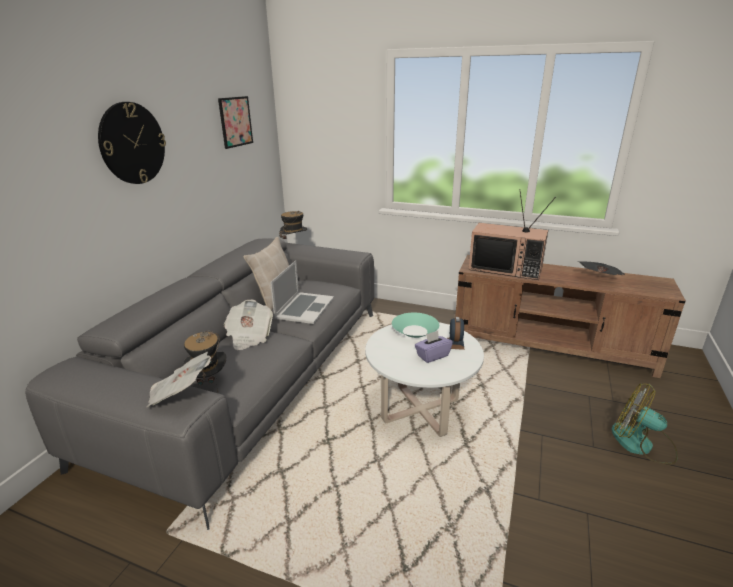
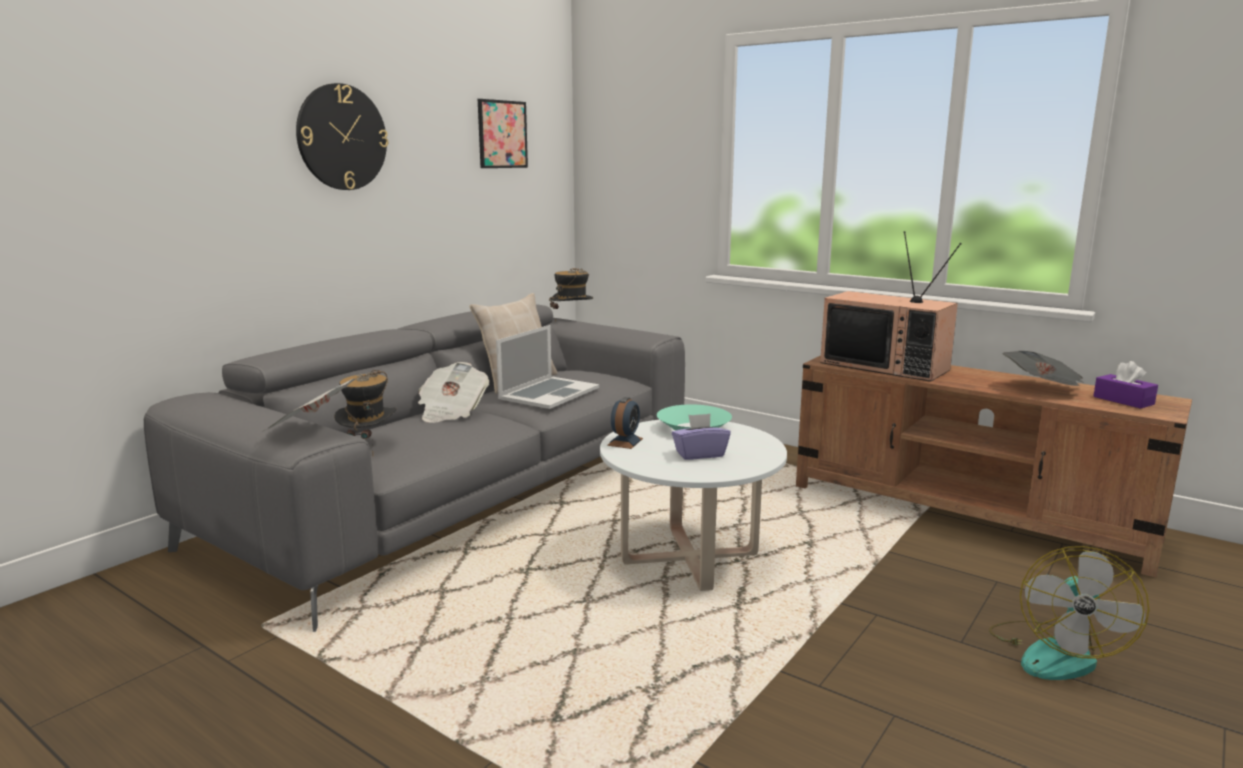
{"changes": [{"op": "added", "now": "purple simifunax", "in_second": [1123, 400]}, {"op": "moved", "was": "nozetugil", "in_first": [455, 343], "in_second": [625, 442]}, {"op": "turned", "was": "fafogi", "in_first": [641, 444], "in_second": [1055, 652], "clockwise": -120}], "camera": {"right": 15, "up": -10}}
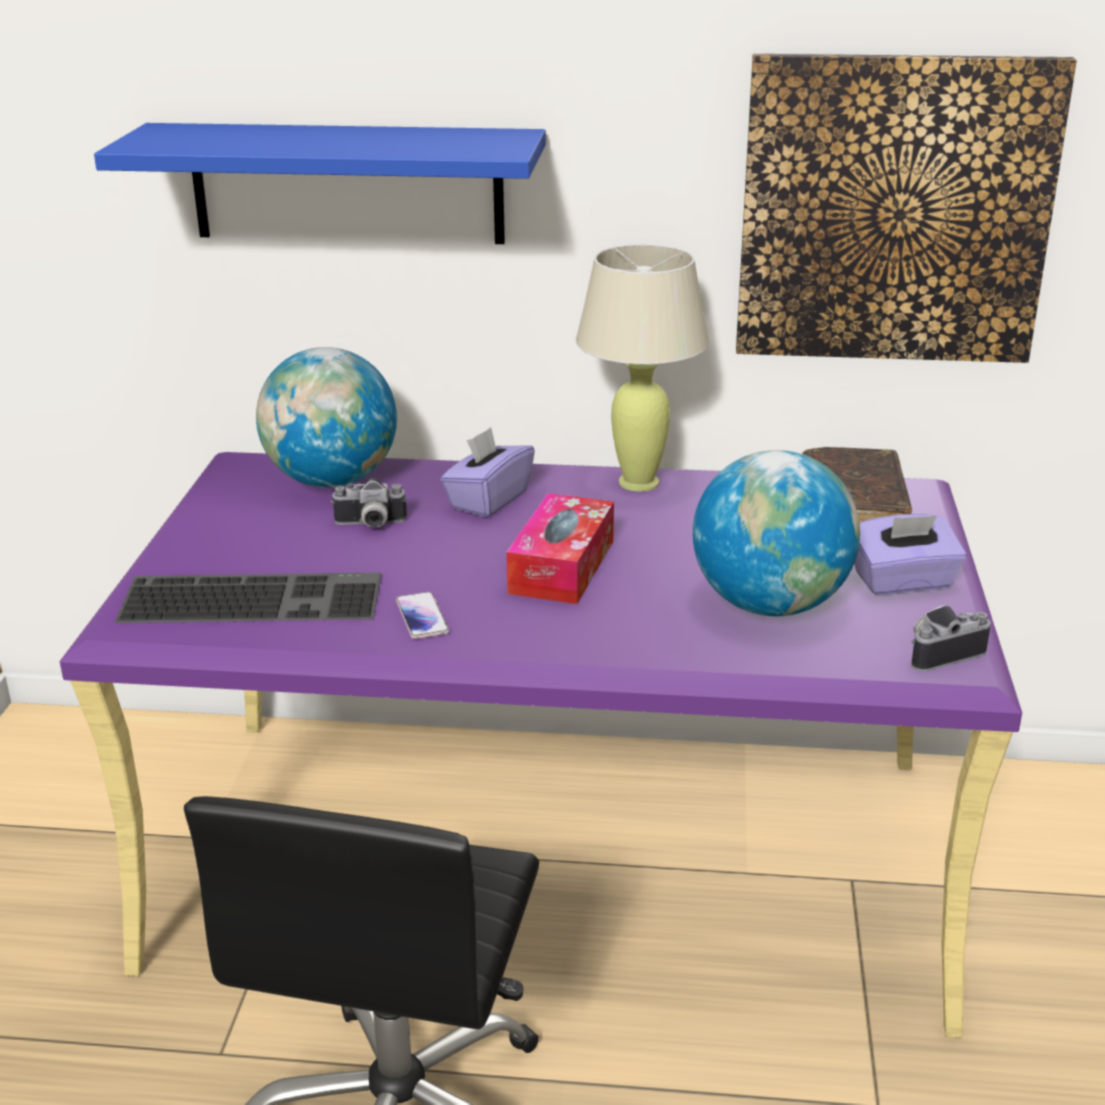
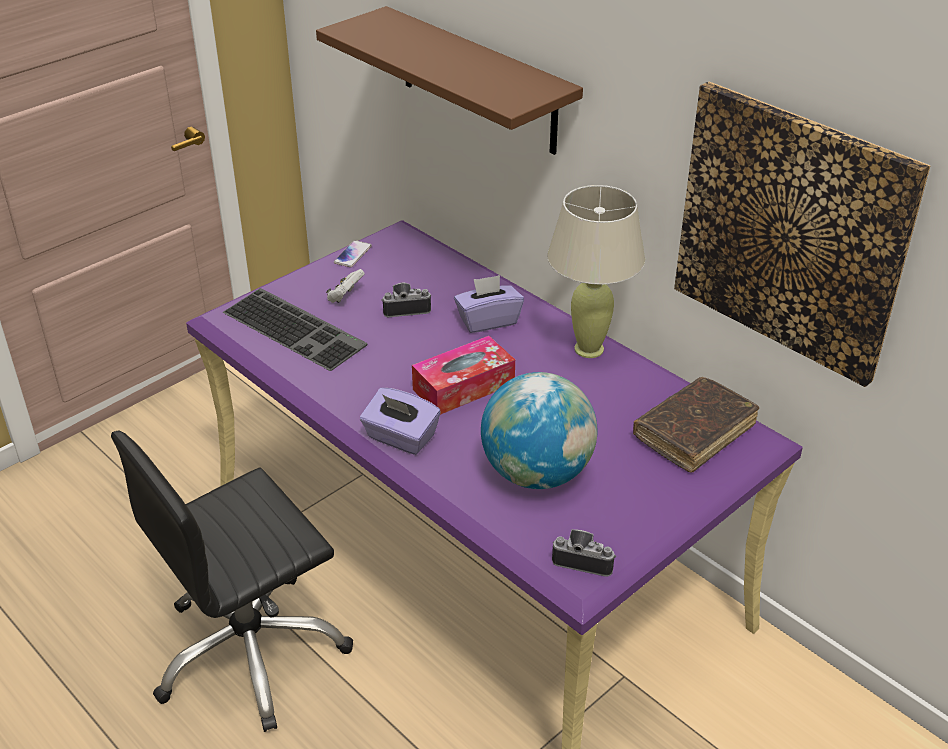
{"changes": [{"op": "removed", "was": "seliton", "in_first": [332, 481]}, {"op": "added", "now": "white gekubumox", "in_second": [345, 297]}, {"op": "moved", "was": "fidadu", "in_first": [422, 617], "in_second": [353, 255]}, {"op": "moved", "was": "purple simifunax", "in_first": [903, 582], "in_second": [400, 438]}, {"op": "recoloured", "was": "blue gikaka", "now": "brown gikaka", "in_first": [347, 183], "in_second": [478, 81]}, {"op": "turned", "was": "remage", "in_first": [370, 525], "in_second": [406, 308], "clockwise": 135}], "camera": {"right": 40, "up": 10}}
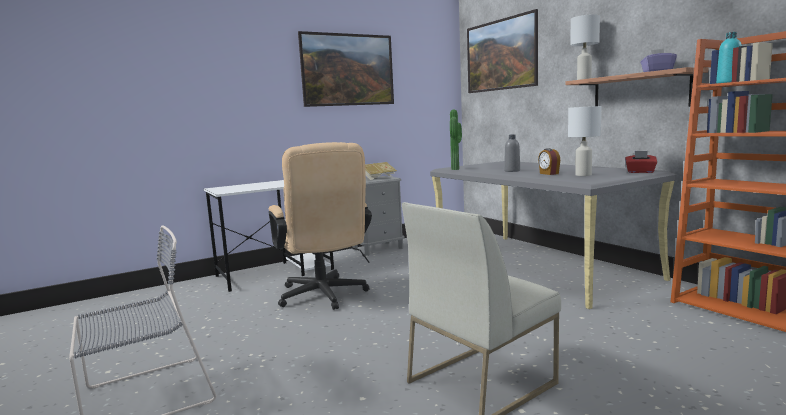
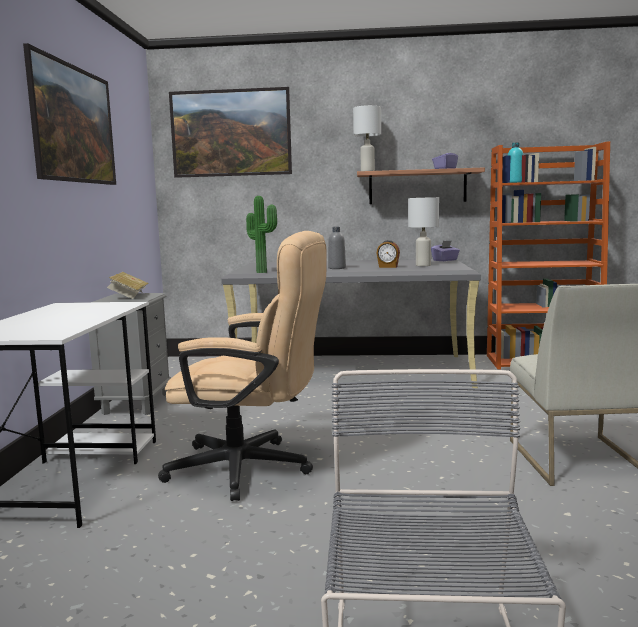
{"changes": [{"op": "recoloured", "was": "red simifunax", "now": "purple simifunax", "in_first": [640, 172], "in_second": [445, 260]}], "camera": {"right": -55, "up": 0}}
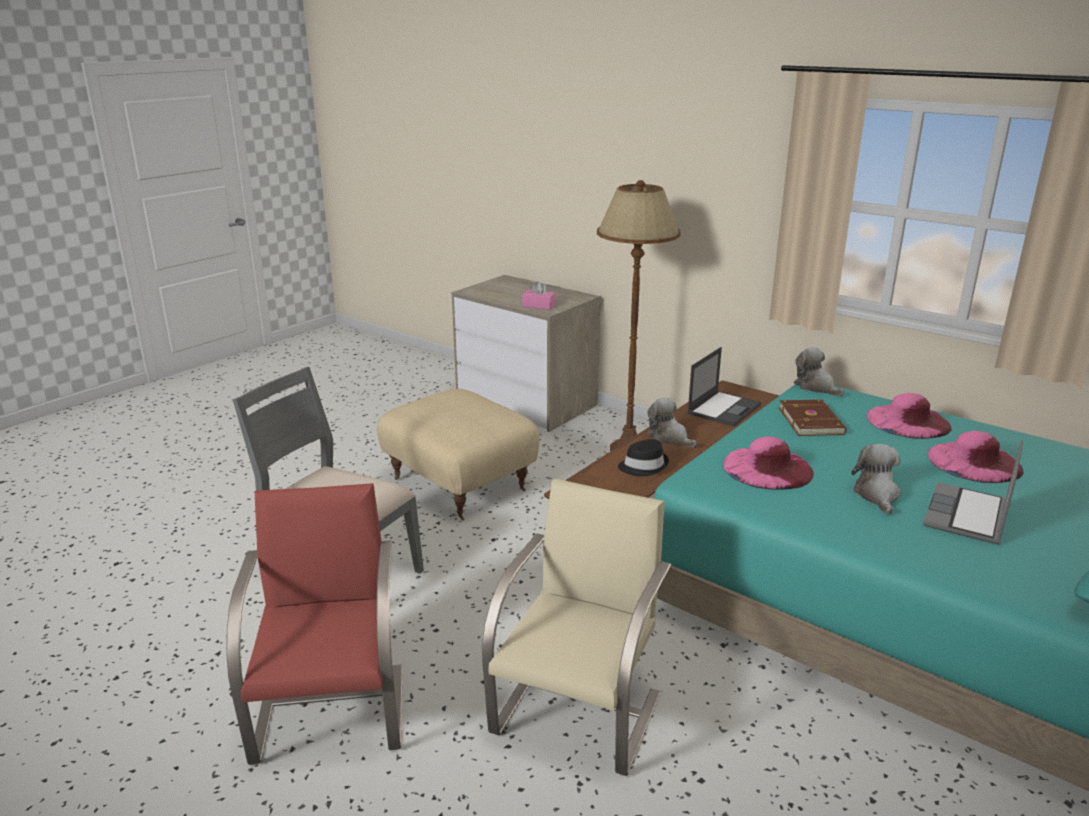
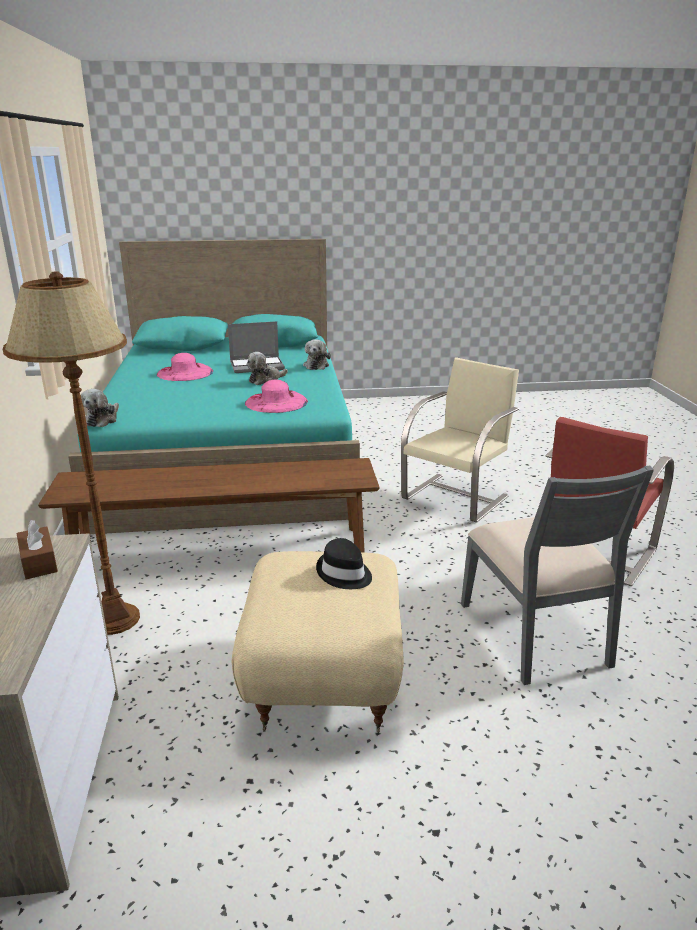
{"changes": [{"op": "removed", "was": "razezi", "in_first": [724, 408]}, {"op": "removed", "was": "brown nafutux", "in_first": [811, 421]}, {"op": "removed", "was": "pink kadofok", "in_first": [908, 421]}, {"op": "moved", "was": "black kadofok", "in_first": [643, 466], "in_second": [344, 574]}, {"op": "moved", "was": "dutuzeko", "in_first": [669, 438], "in_second": [316, 365]}, {"op": "recoloured", "was": "pink simifunax", "now": "brown simifunax", "in_first": [538, 305], "in_second": [39, 562]}, {"op": "turned", "was": "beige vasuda", "in_first": [579, 711], "in_second": [456, 497], "clockwise": 150}], "camera": {"right": -135, "up": 0}}
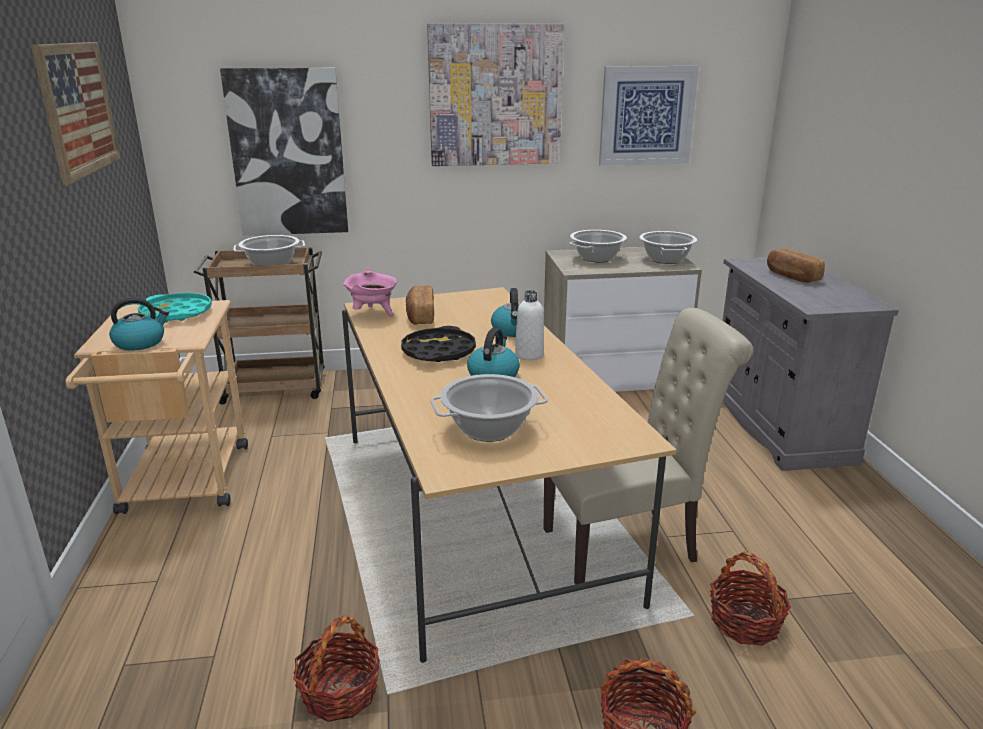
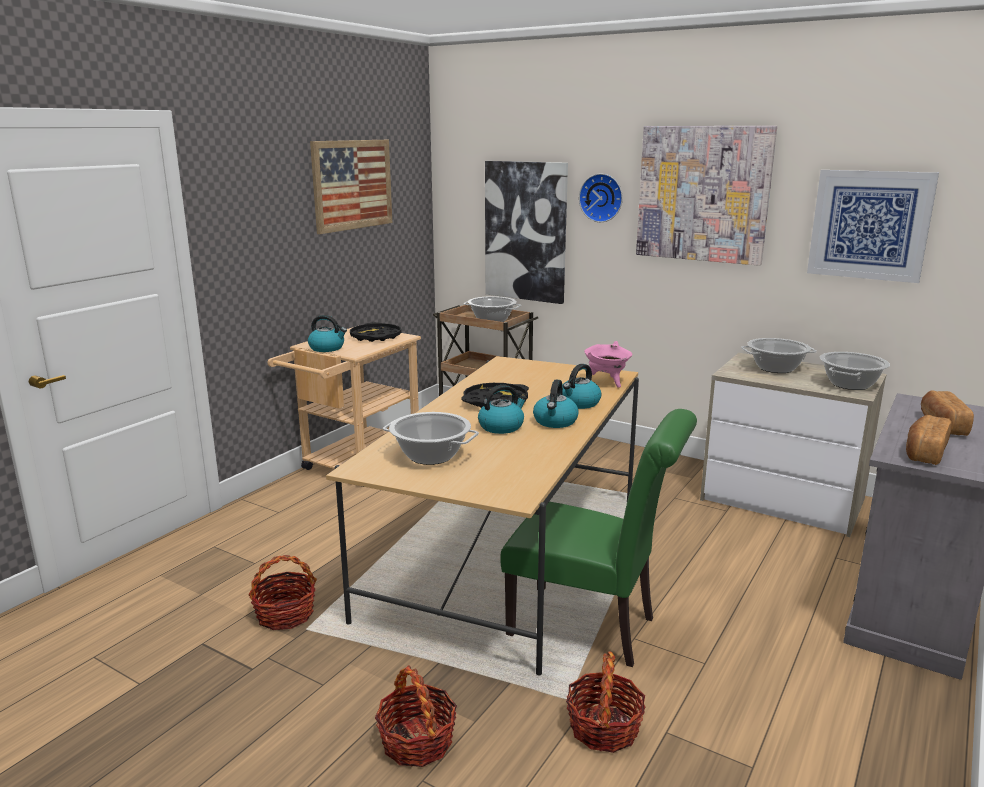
{"changes": [{"op": "added", "now": "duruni", "in_second": [602, 197]}, {"op": "moved", "was": "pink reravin", "in_first": [373, 314], "in_second": [607, 382]}, {"op": "moved", "was": "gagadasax", "in_first": [420, 316], "in_second": [924, 452]}, {"op": "replaced", "was": "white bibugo", "now": "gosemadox", "in_first": [529, 355], "in_second": [555, 422]}, {"op": "recoloured", "was": "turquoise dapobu", "now": "black dapobu", "in_first": [176, 313], "in_second": [375, 337]}, {"op": "recoloured", "was": "beige vasuda", "now": "green vasuda", "in_first": [628, 544], "in_second": [591, 628]}], "camera": {"right": 40, "up": -5}}
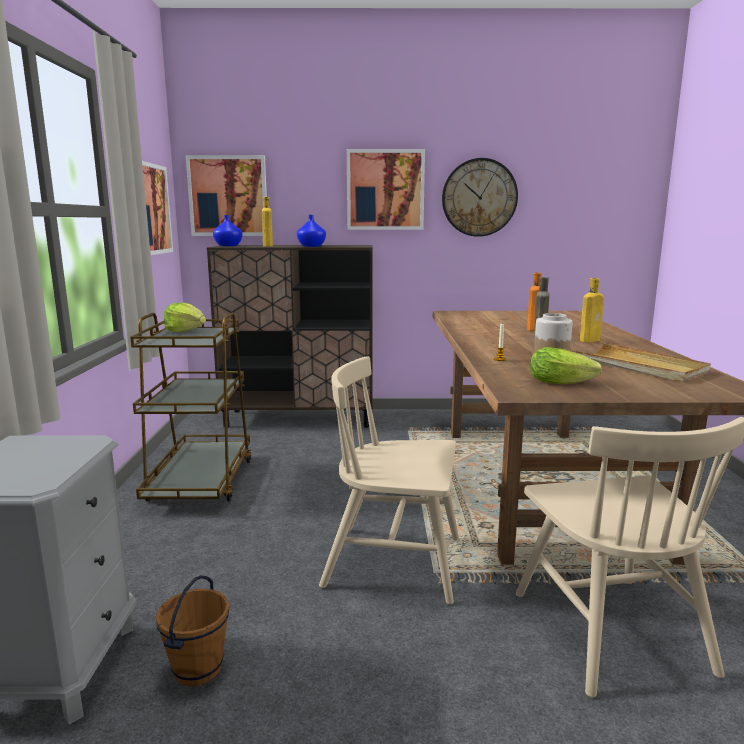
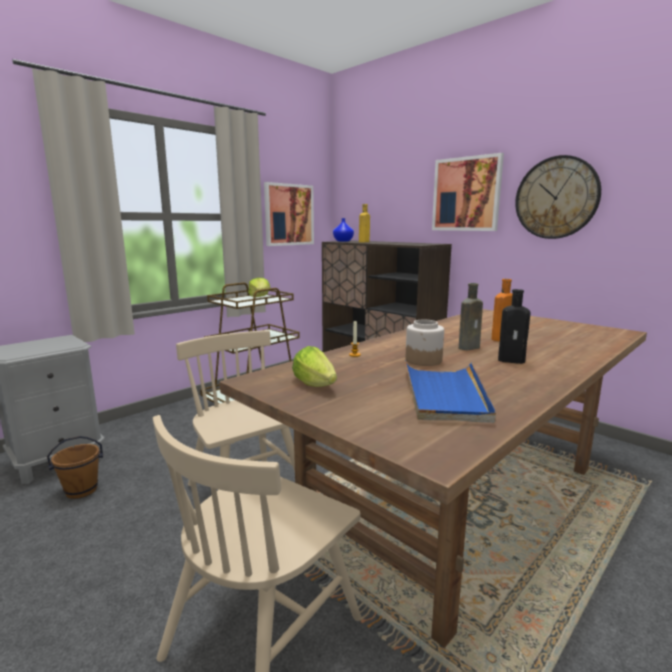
{"changes": [{"op": "removed", "was": "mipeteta", "in_first": [228, 196]}, {"op": "removed", "was": "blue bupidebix", "in_first": [311, 246]}, {"op": "recoloured", "was": "beige dapobu", "now": "blue dapobu", "in_first": [638, 366], "in_second": [445, 394]}, {"op": "recoloured", "was": "yellow bibugo", "now": "black bibugo", "in_first": [590, 340], "in_second": [513, 361]}], "camera": {"right": 45, "up": 0}}
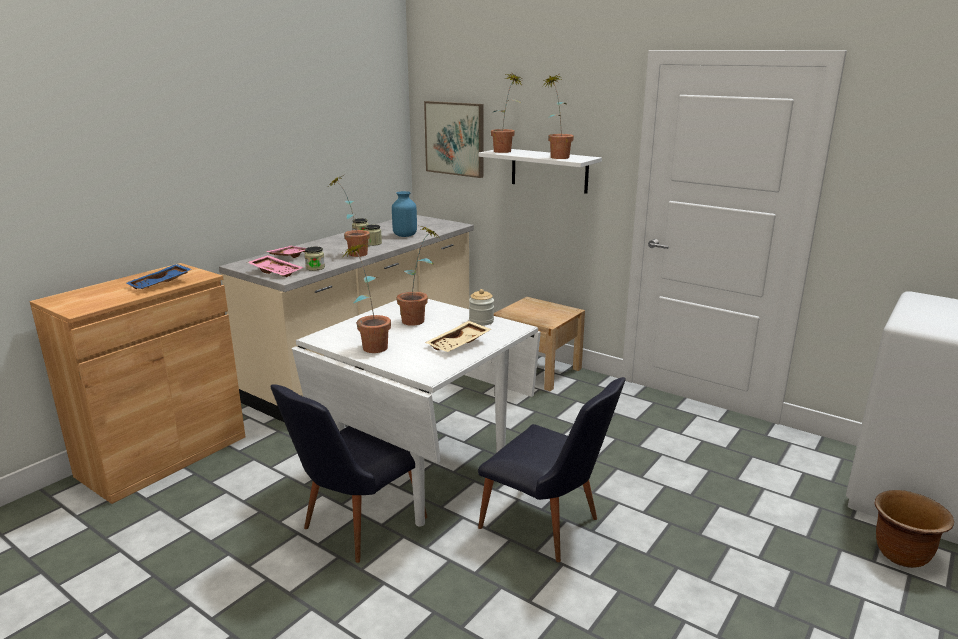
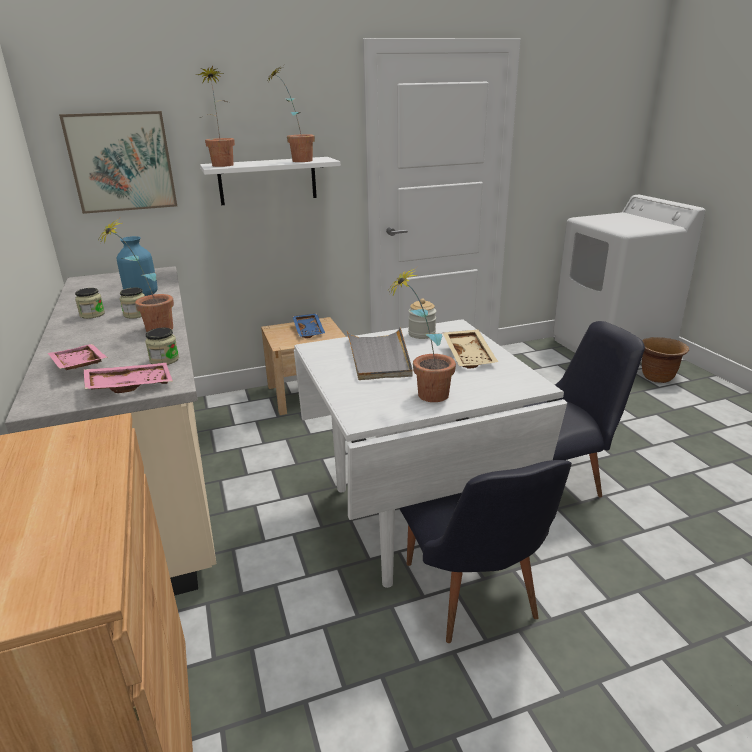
{"changes": [{"op": "moved", "was": "blue dapobu", "in_first": [161, 284], "in_second": [309, 330]}, {"op": "replaced", "was": "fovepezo", "now": "grey dapobu", "in_first": [419, 319], "in_second": [379, 357]}], "camera": {"right": -55, "up": 5}}
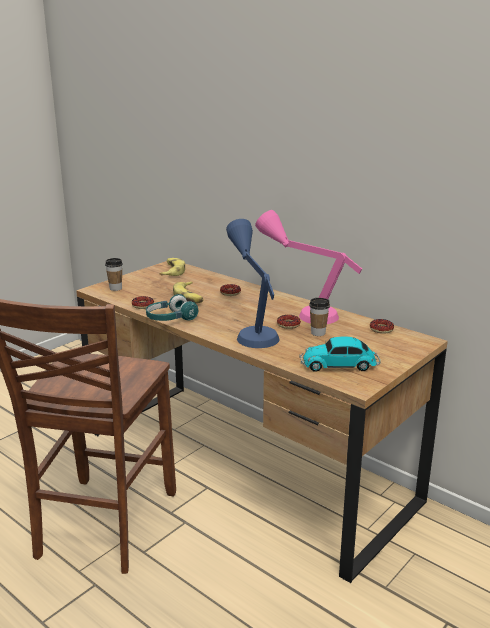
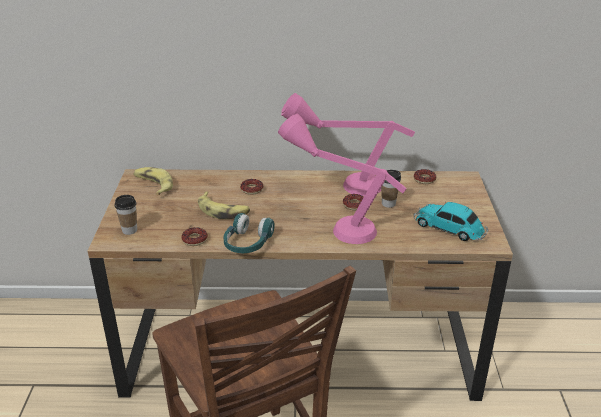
{"changes": [{"op": "recoloured", "was": "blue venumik", "now": "pink venumik", "in_first": [252, 330], "in_second": [335, 223]}, {"op": "turned", "was": "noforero", "in_first": [340, 365], "in_second": [450, 228], "clockwise": 75}], "camera": {"right": -40, "up": 10}}
